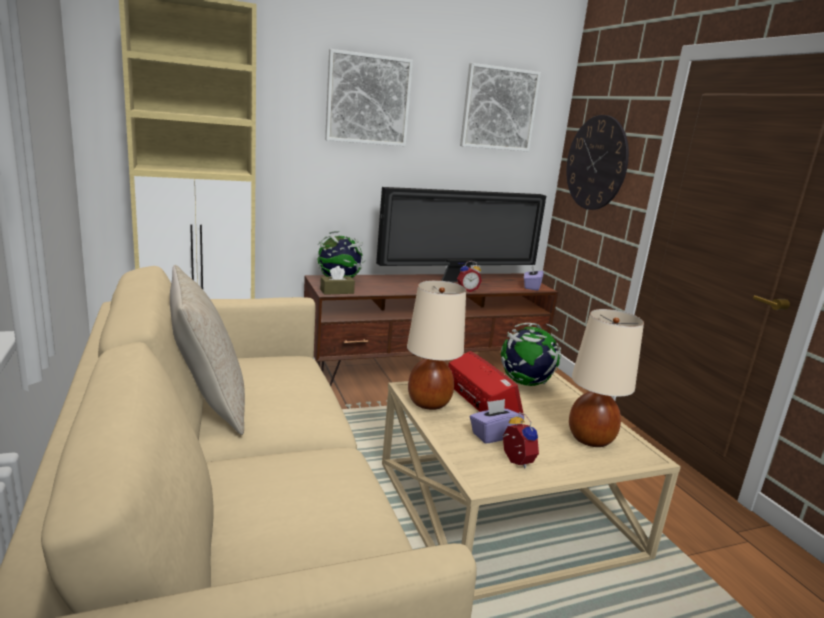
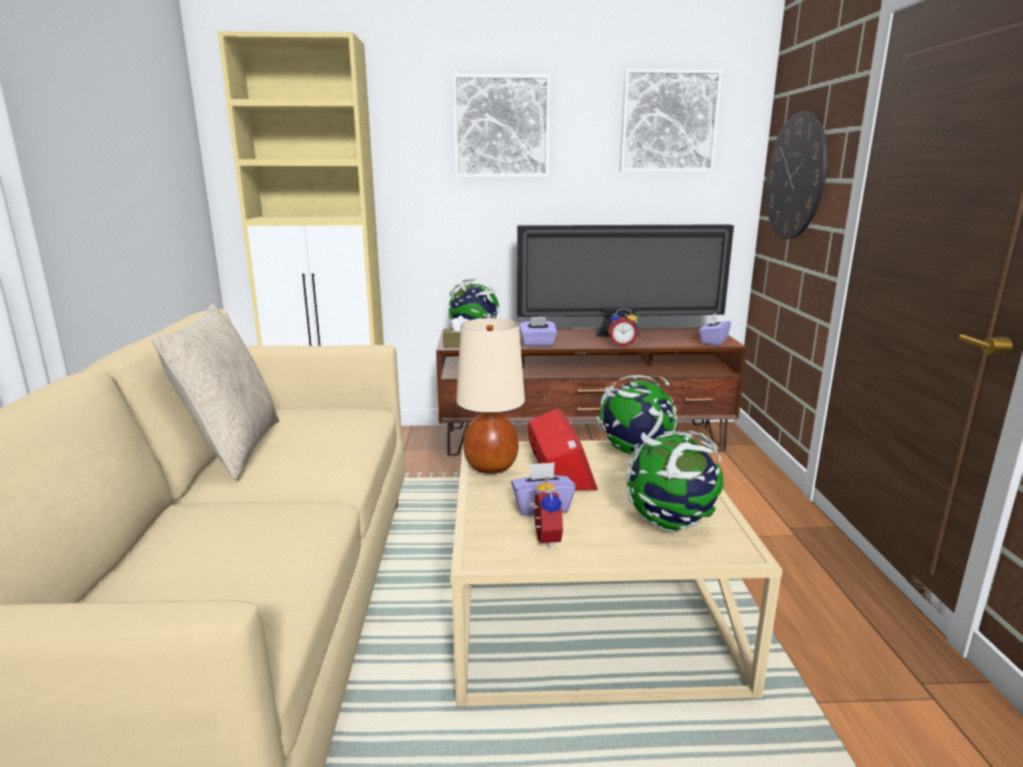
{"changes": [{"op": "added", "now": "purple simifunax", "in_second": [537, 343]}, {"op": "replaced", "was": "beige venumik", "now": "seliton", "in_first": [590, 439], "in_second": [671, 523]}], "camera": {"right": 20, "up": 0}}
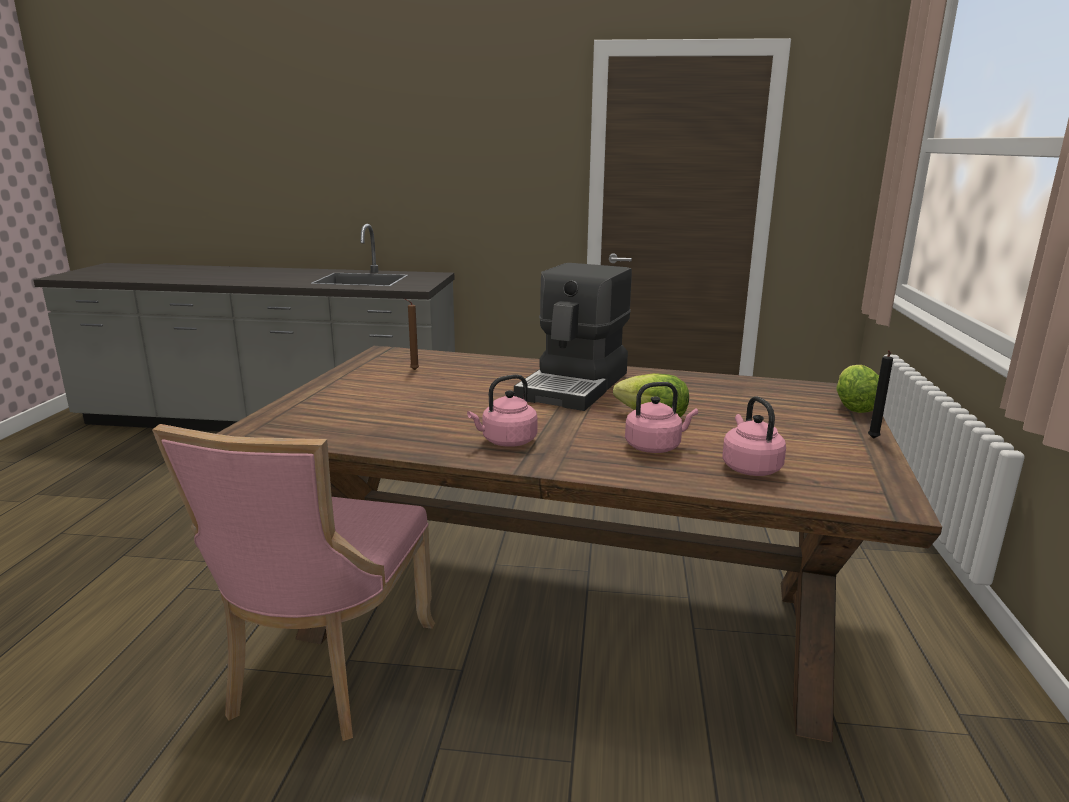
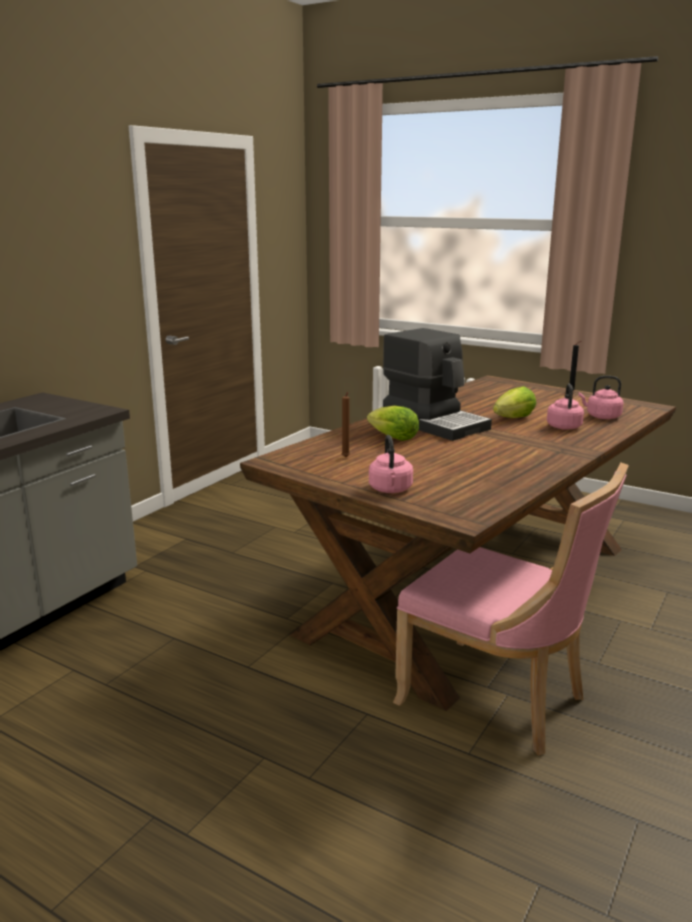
{"changes": [{"op": "moved", "was": "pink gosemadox", "in_first": [506, 441], "in_second": [390, 490]}, {"op": "moved", "was": "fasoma", "in_first": [854, 407], "in_second": [394, 438]}], "camera": {"right": -65, "up": 0}}
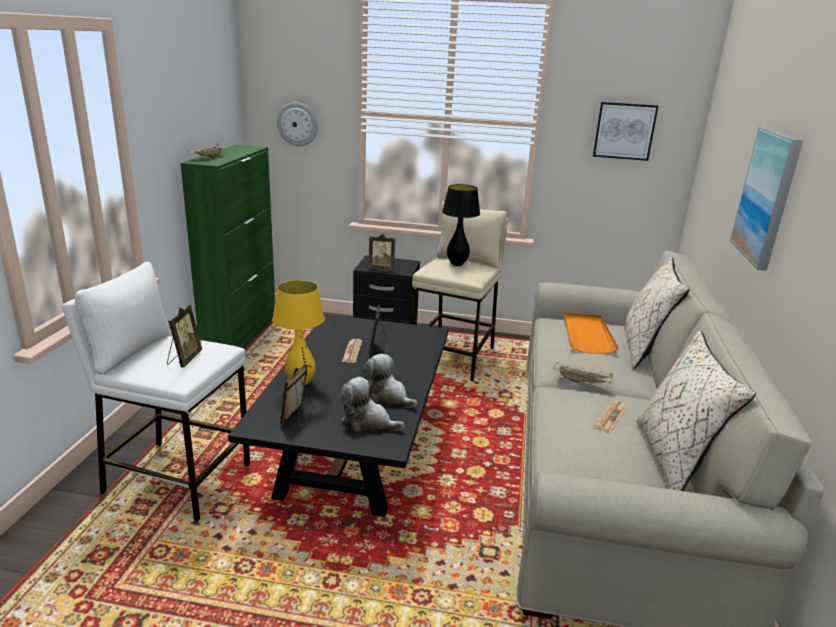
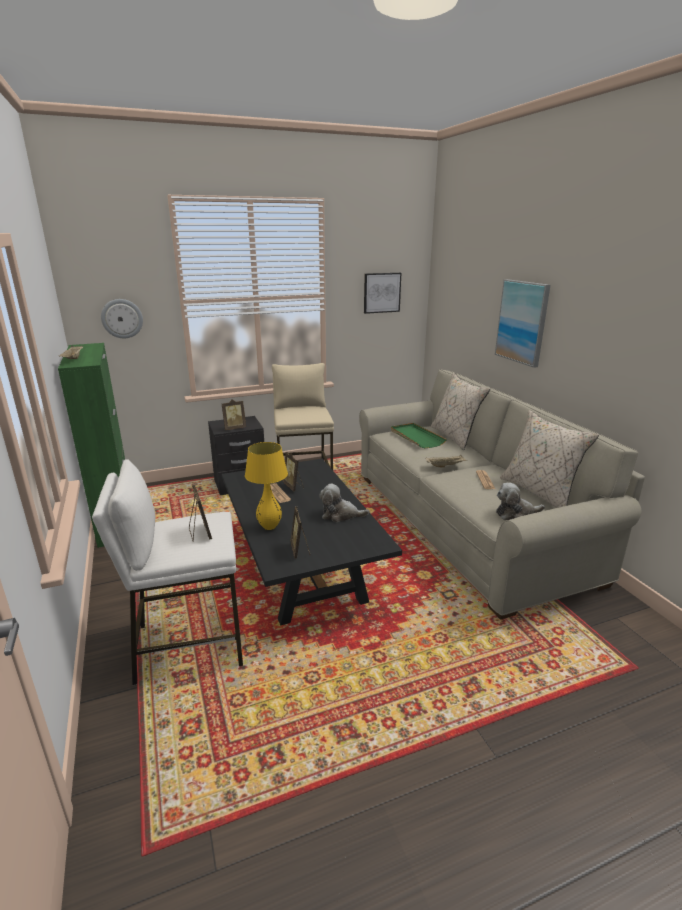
{"changes": [{"op": "removed", "was": "black venumik", "in_first": [457, 264]}, {"op": "moved", "was": "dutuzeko", "in_first": [367, 422], "in_second": [515, 514]}, {"op": "recoloured", "was": "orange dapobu", "now": "green dapobu", "in_first": [587, 335], "in_second": [416, 437]}], "camera": {"right": -30, "up": 0}}
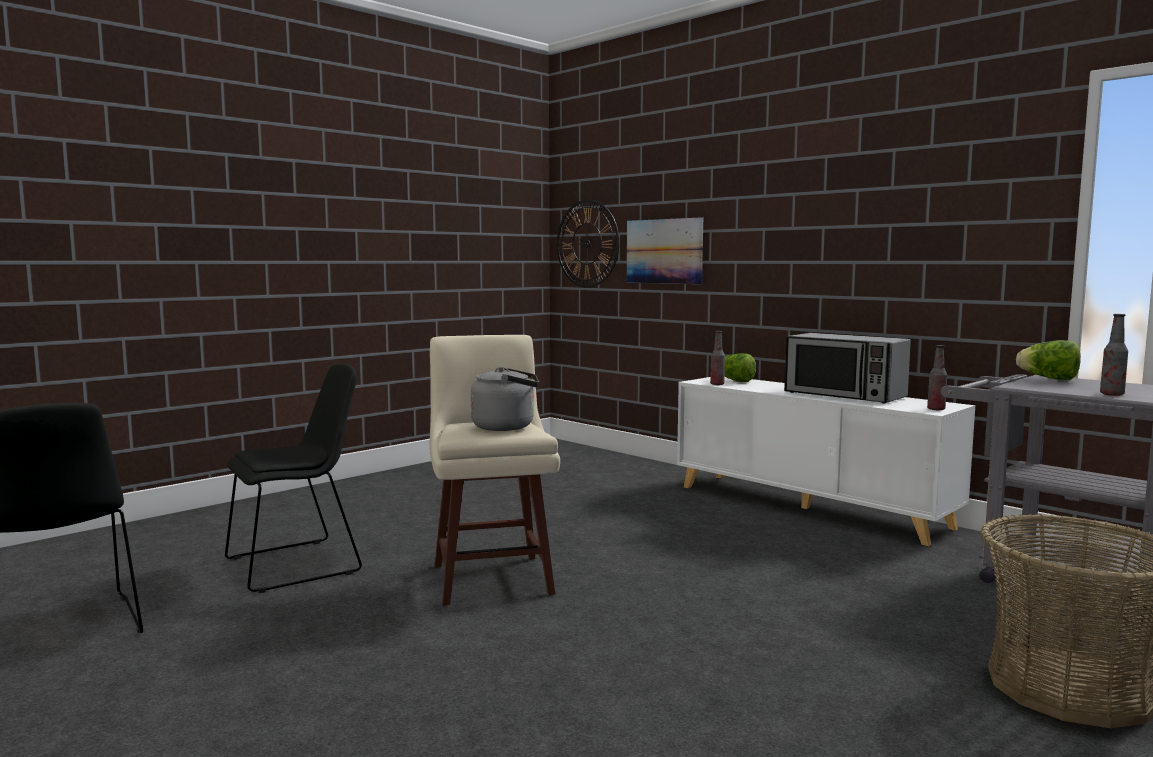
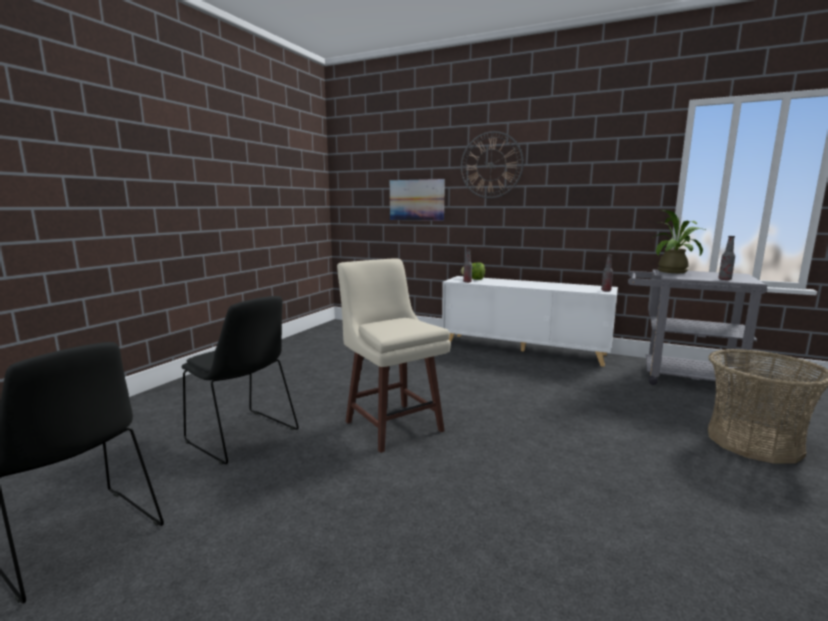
{"changes": [{"op": "removed", "was": "grey gosemadox", "in_first": [507, 427]}, {"op": "removed", "was": "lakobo", "in_first": [844, 395]}, {"op": "moved", "was": "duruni", "in_first": [587, 243], "in_second": [491, 165]}, {"op": "replaced", "was": "fasoma", "now": "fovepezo", "in_first": [1049, 379], "in_second": [676, 271]}, {"op": "turned", "was": "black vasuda", "in_first": [298, 564], "in_second": [244, 437], "clockwise": 90}], "camera": {"right": -20, "up": 5}}
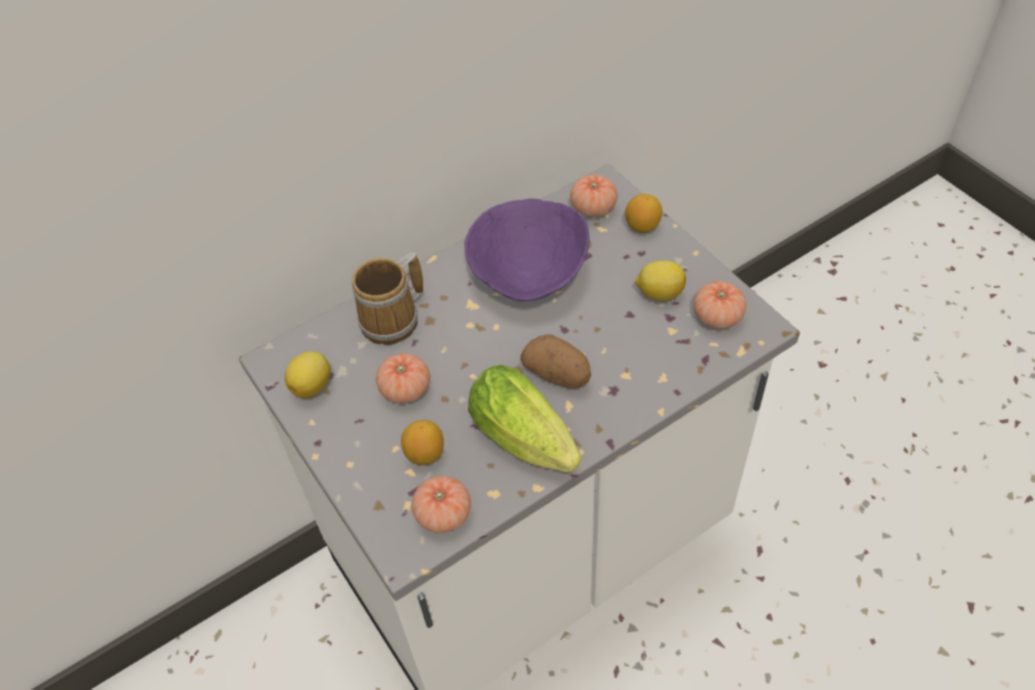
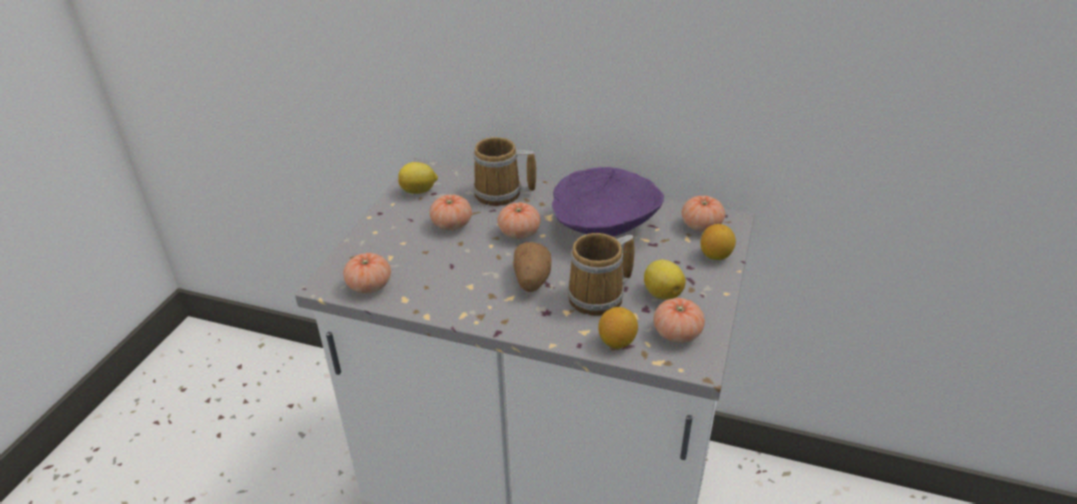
{"changes": [{"op": "removed", "was": "fasoma", "in_first": [528, 441]}, {"op": "added", "now": "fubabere", "in_second": [519, 233]}, {"op": "added", "now": "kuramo", "in_second": [600, 296]}, {"op": "moved", "was": "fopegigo", "in_first": [425, 454], "in_second": [617, 341]}], "camera": {"right": 50, "up": -15}}
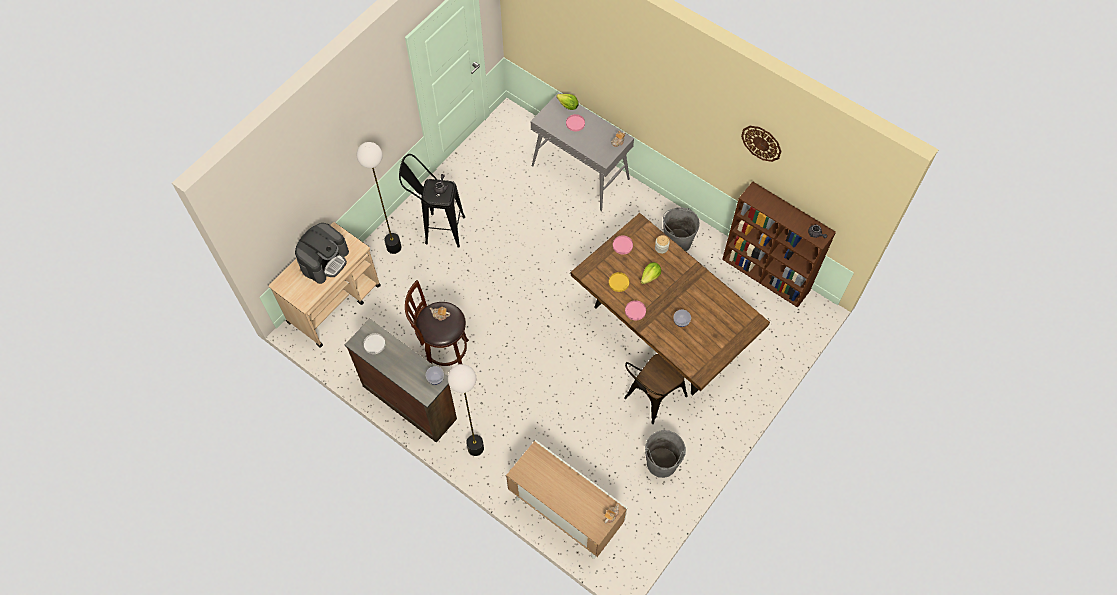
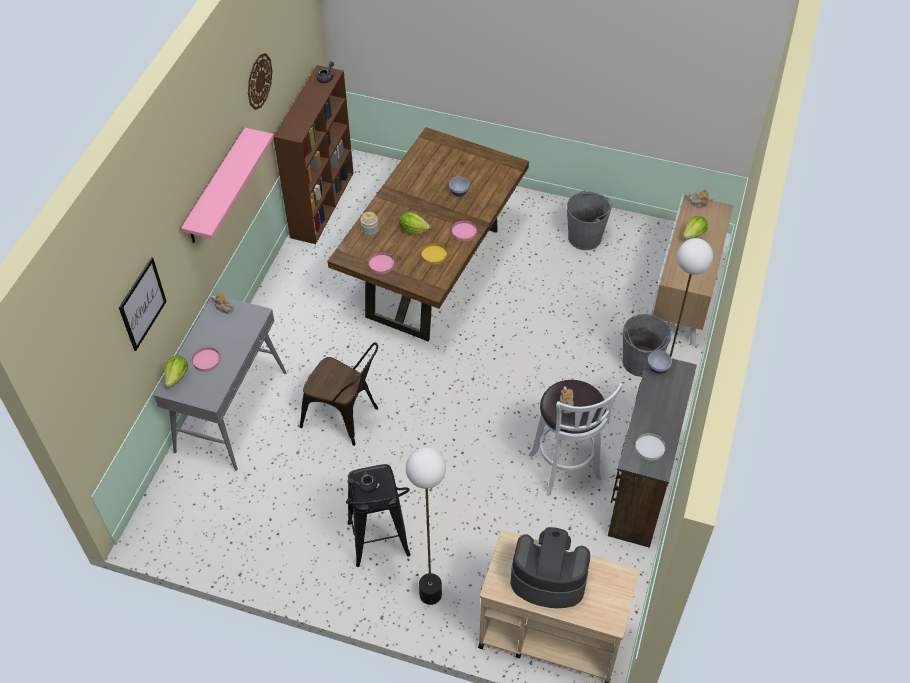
{"changes": [{"op": "added", "now": "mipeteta", "in_second": [142, 304]}, {"op": "added", "now": "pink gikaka", "in_second": [216, 188]}, {"op": "added", "now": "fasoma", "in_second": [693, 235]}, {"op": "moved", "was": "brown vasuda", "in_first": [651, 398], "in_second": [345, 418]}, {"op": "moved", "was": "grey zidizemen", "in_first": [677, 241], "in_second": [640, 362]}, {"op": "recoloured", "was": "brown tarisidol", "now": "white tarisidol", "in_first": [445, 358], "in_second": [566, 470]}], "camera": {"right": -110, "up": -10}}
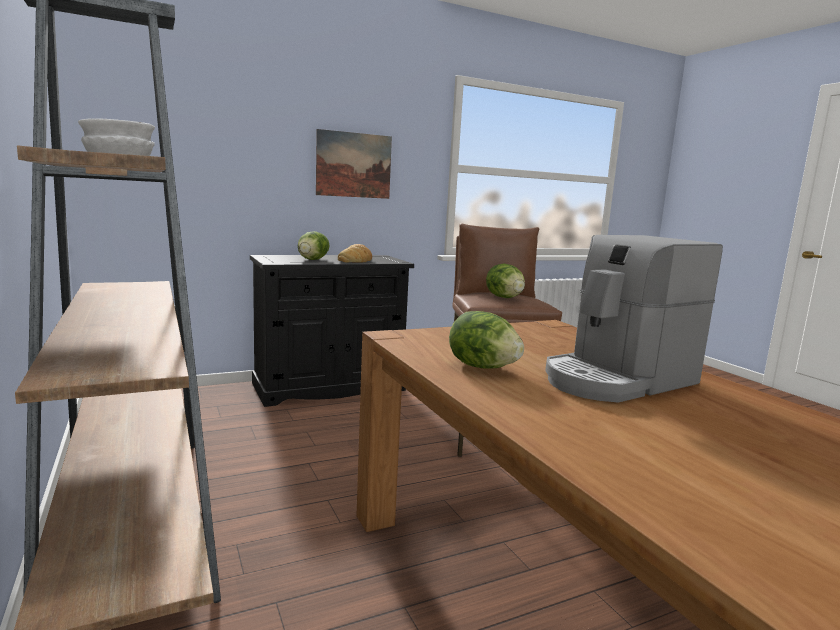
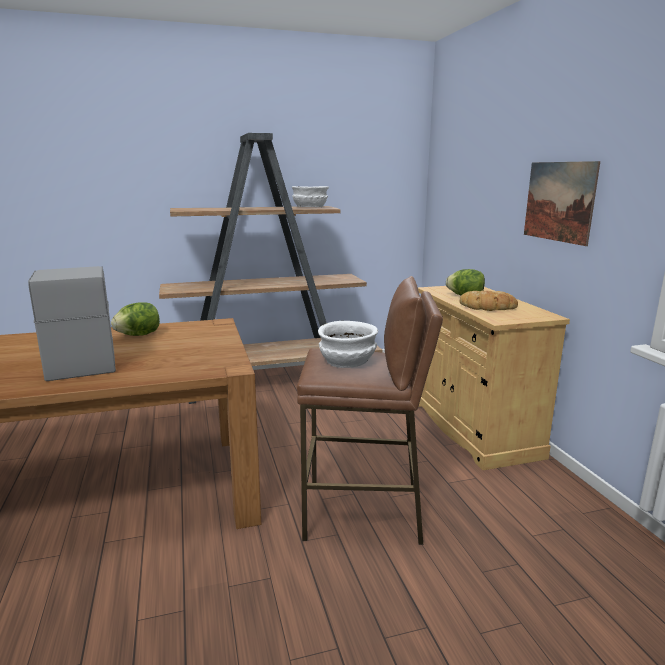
{"changes": [{"op": "replaced", "was": "fasoma", "now": "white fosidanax", "in_first": [504, 298], "in_second": [348, 361]}, {"op": "recoloured", "was": "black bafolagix", "now": "beige bafolagix", "in_first": [329, 387], "in_second": [473, 428]}], "camera": {"right": 100, "up": 5}}
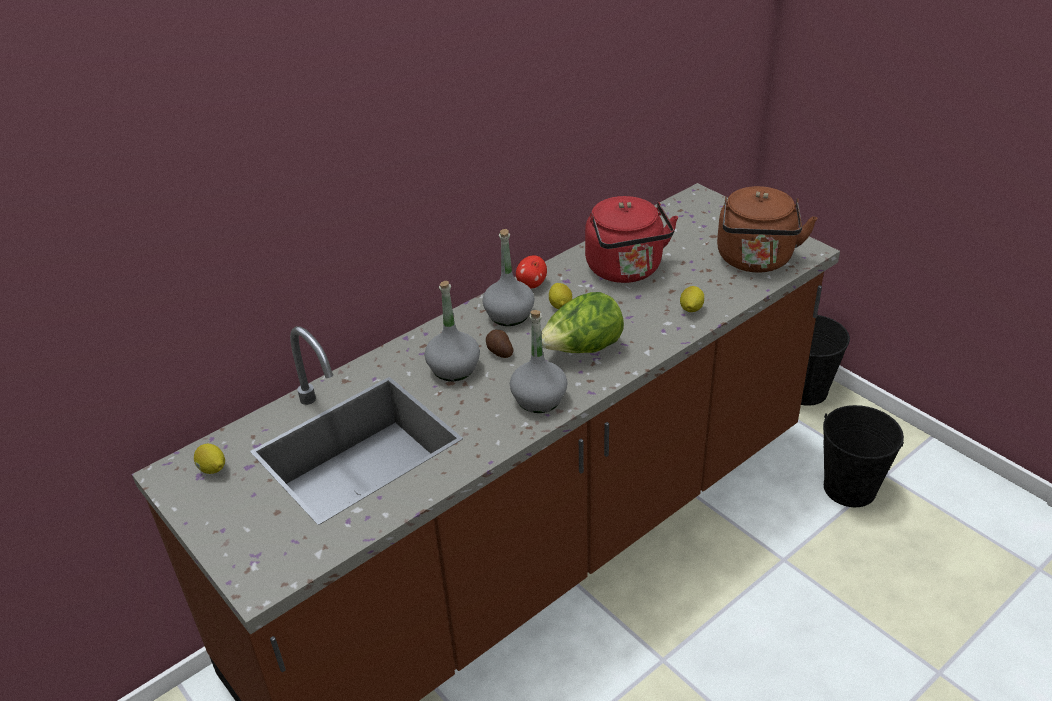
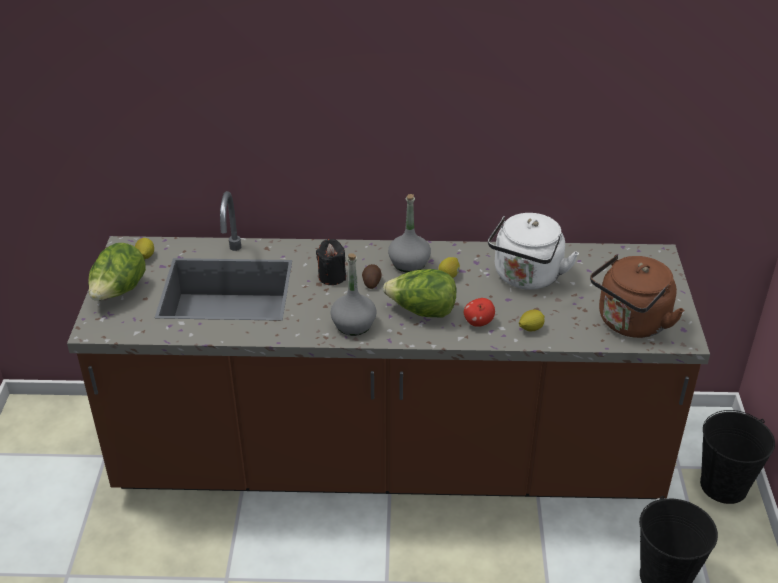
{"changes": [{"op": "added", "now": "fasoma", "in_second": [119, 292]}, {"op": "moved", "was": "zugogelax", "in_first": [531, 284], "in_second": [478, 322]}, {"op": "replaced", "was": "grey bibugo", "now": "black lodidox", "in_first": [453, 368], "in_second": [332, 277]}, {"op": "recoloured", "was": "red gosemadox", "now": "white gosemadox", "in_first": [626, 270], "in_second": [526, 277]}], "camera": {"right": 40, "up": 0}}
